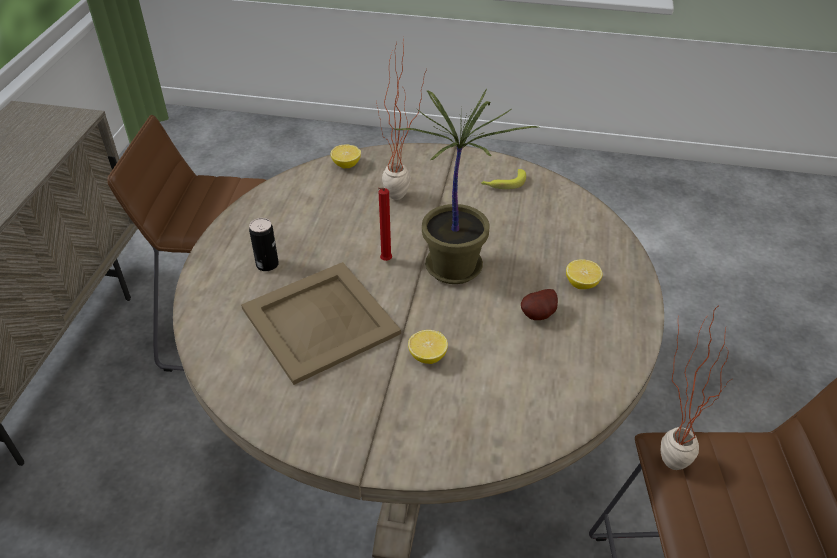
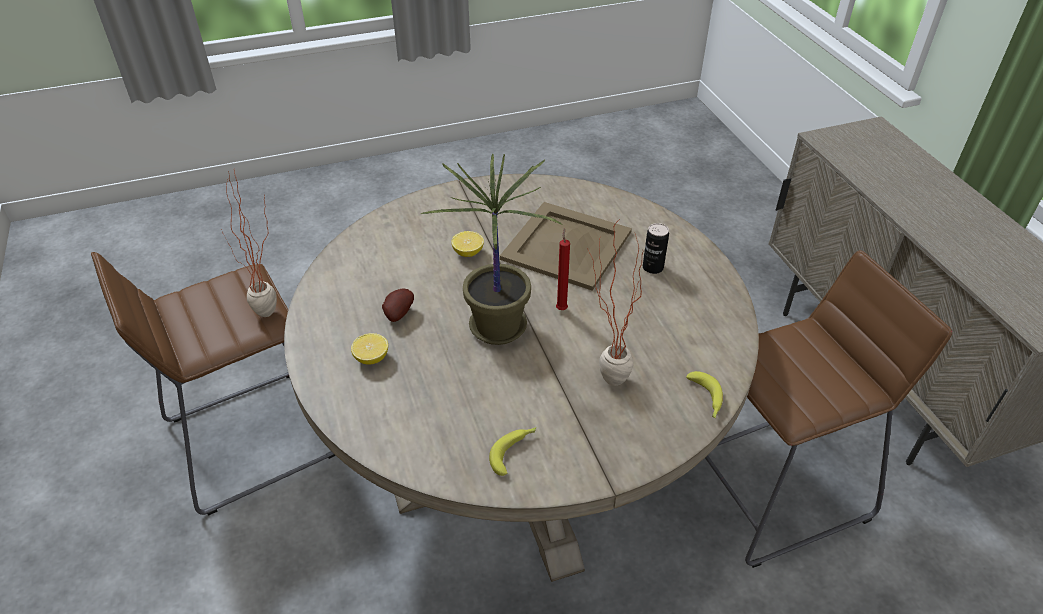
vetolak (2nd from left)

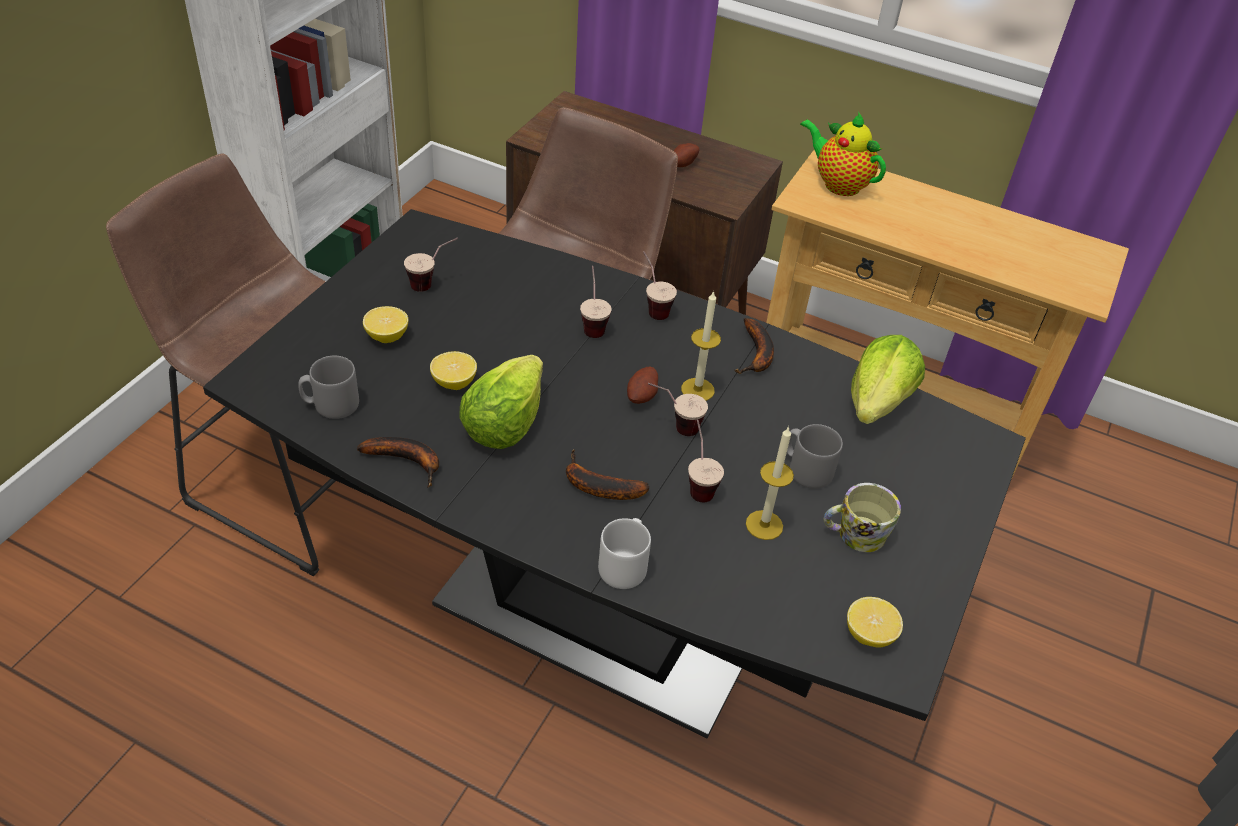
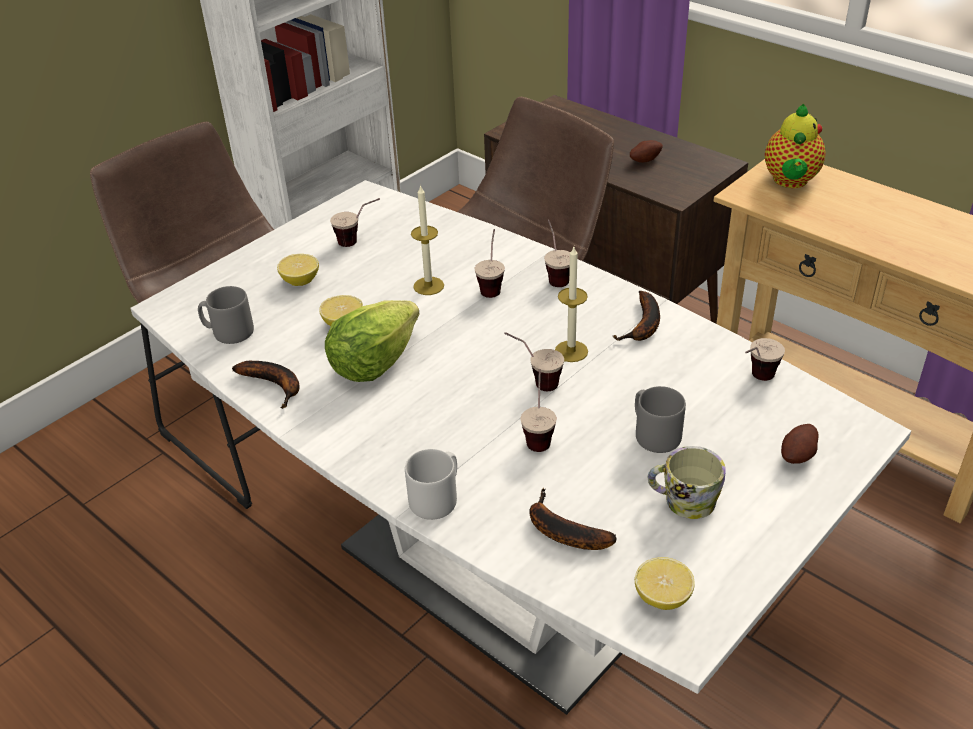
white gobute
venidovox (1st from left)
vetolak (2nd from left)
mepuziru (6th from left)
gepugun
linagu (2nd from left)

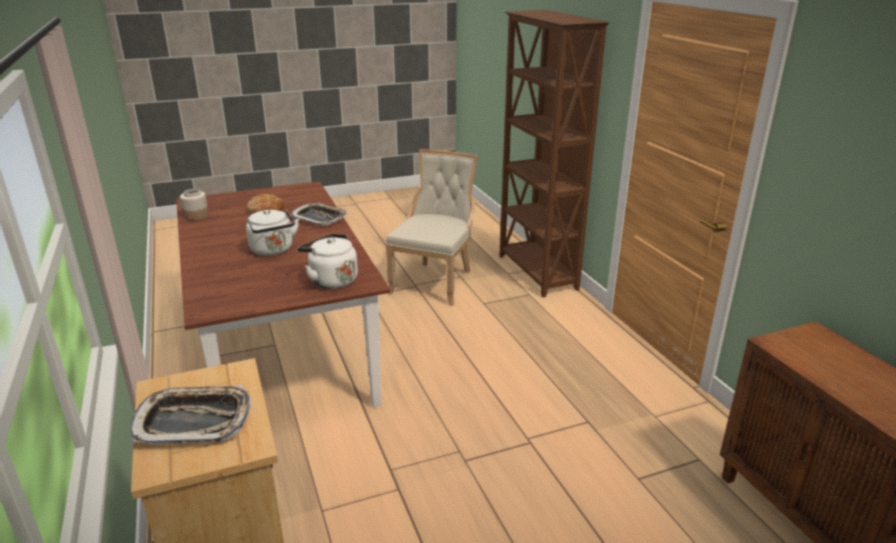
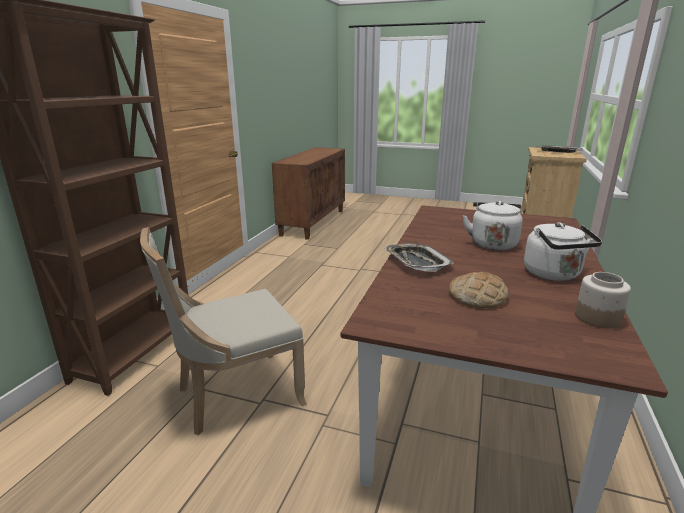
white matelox (2nd from left)

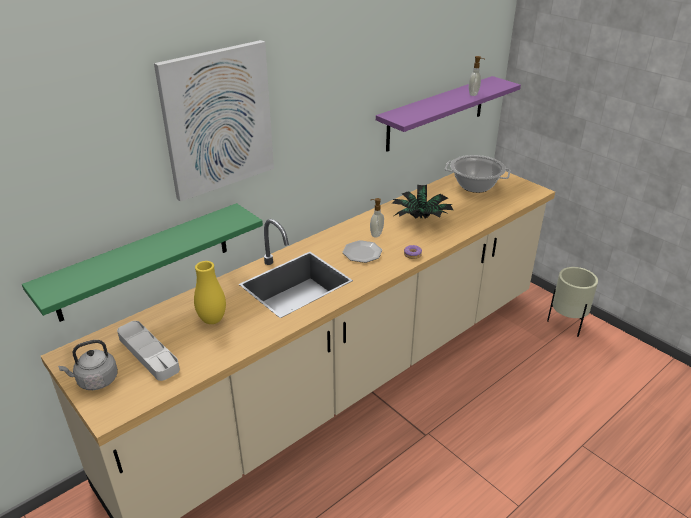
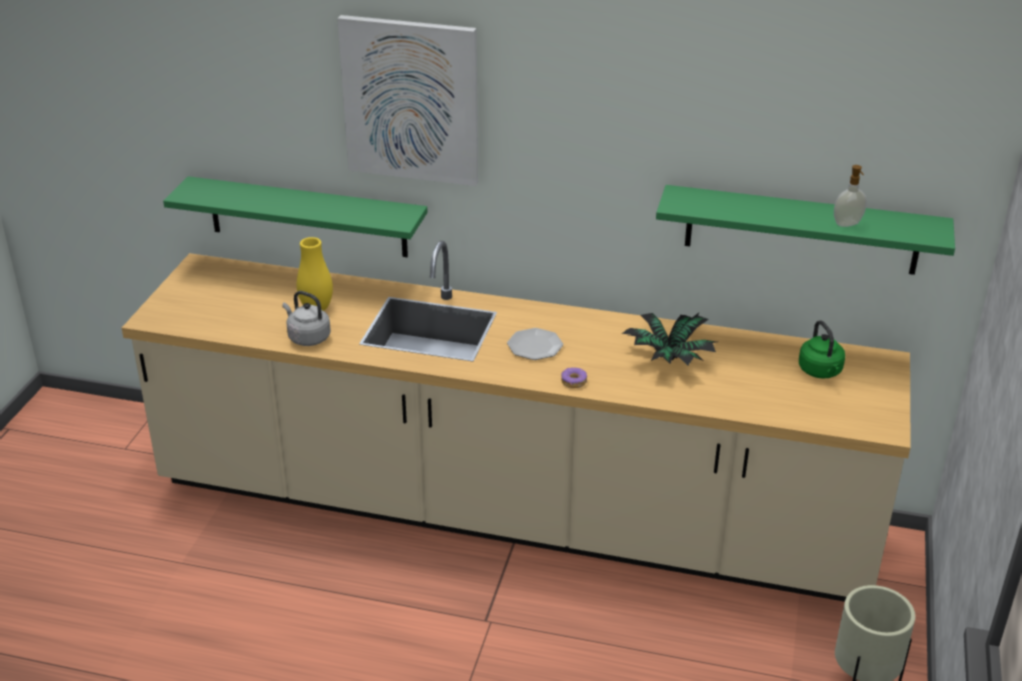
grey matelox
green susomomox (2nd from left)
green matelox
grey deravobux
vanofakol (1st from left in the first image)

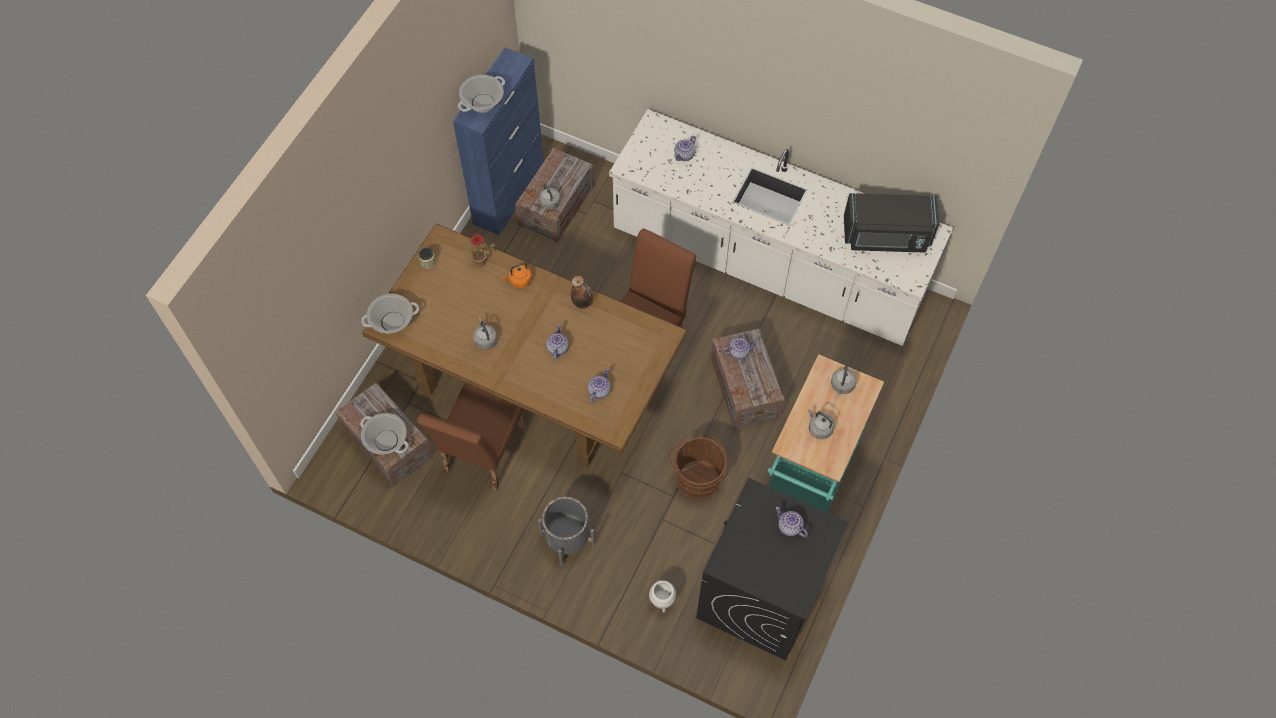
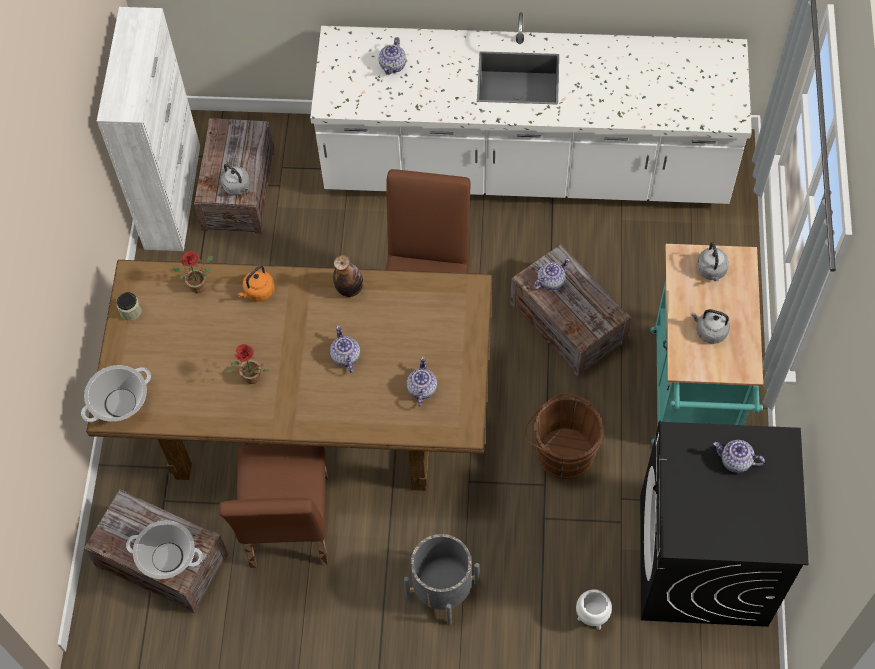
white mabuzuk
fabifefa (2nd from left)
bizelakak (3rd from left in the first image)
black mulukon

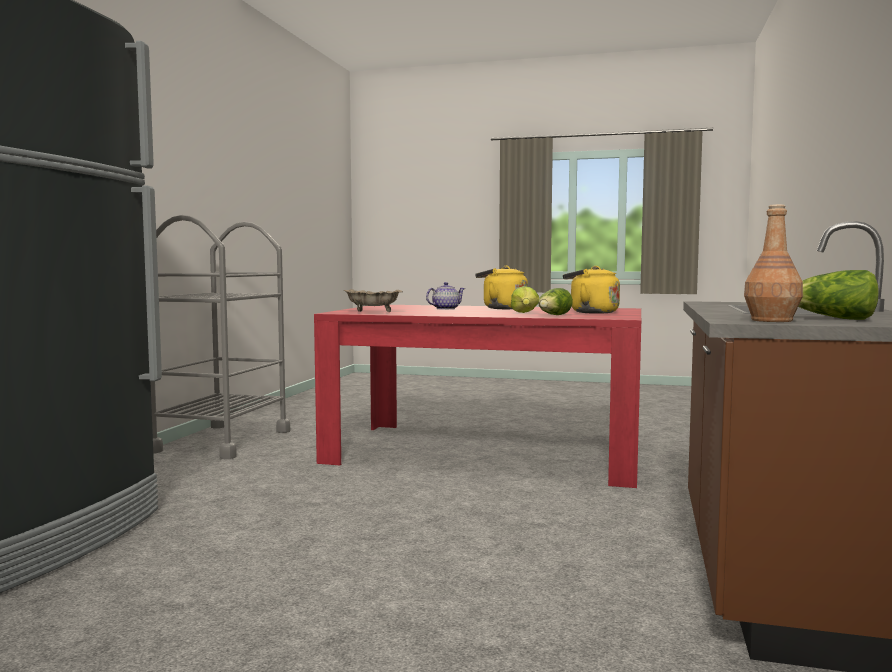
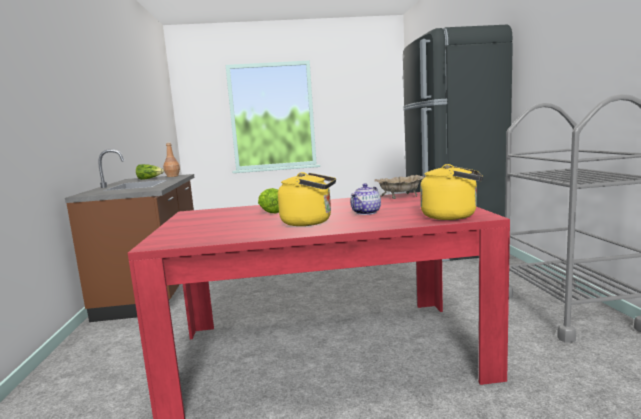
yellow matelox (2nd from left)
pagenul (2nd from left in the first image)

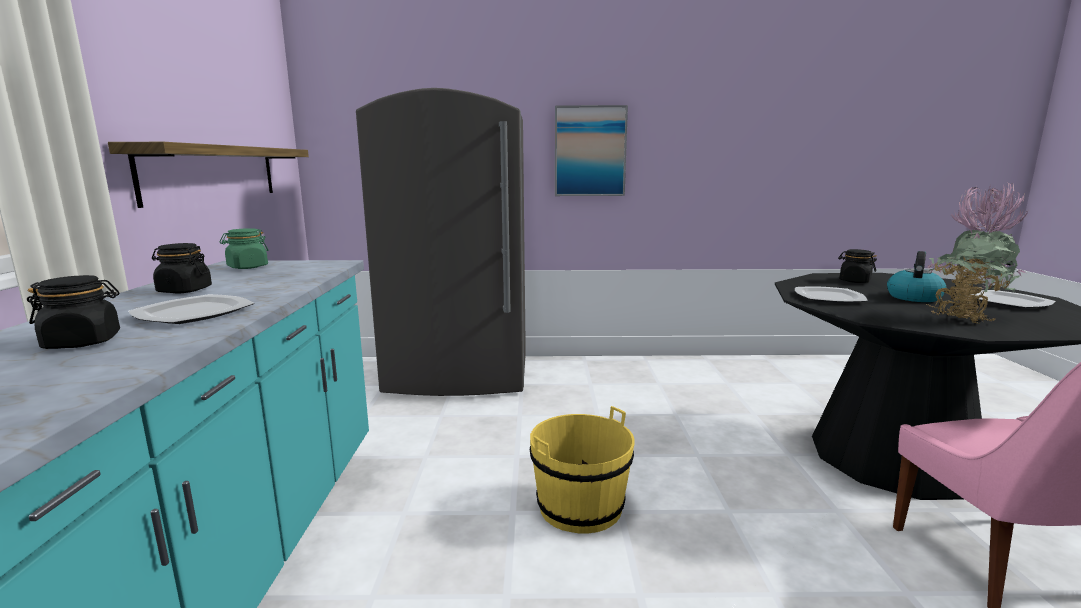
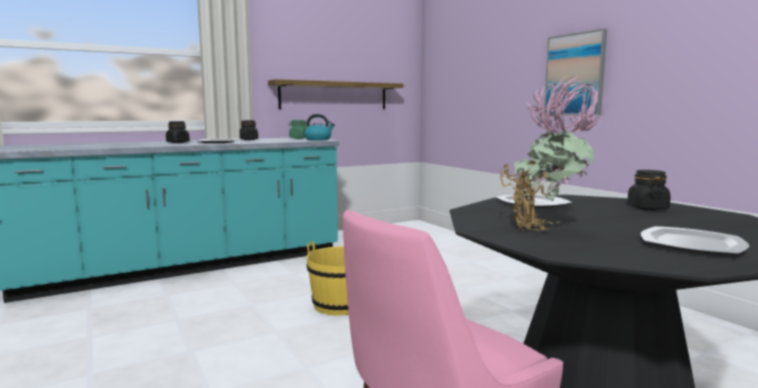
matelox
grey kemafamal

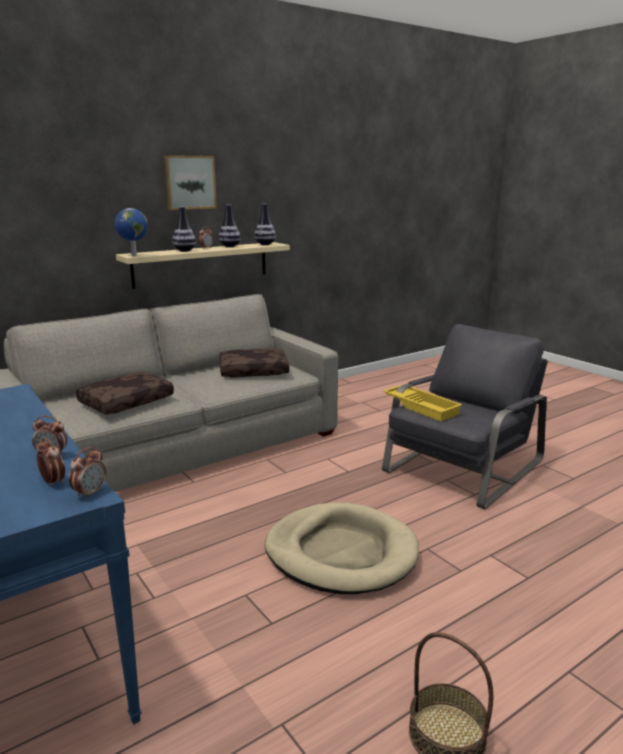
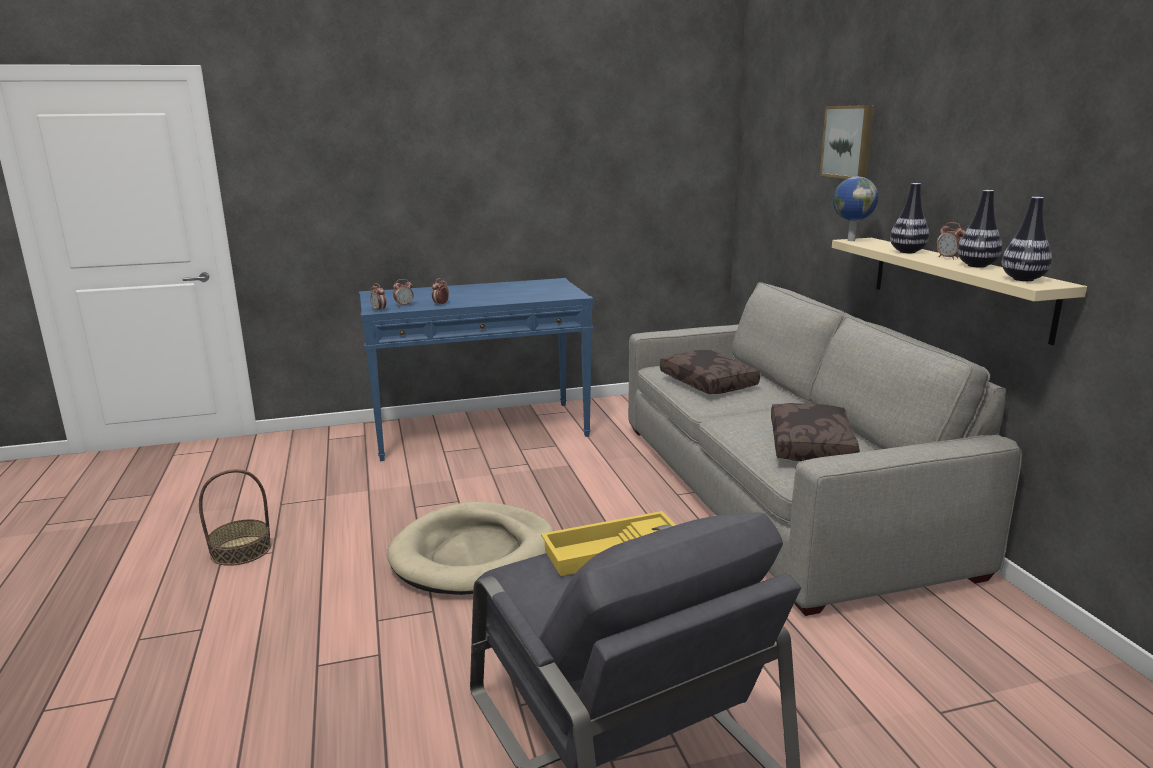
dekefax

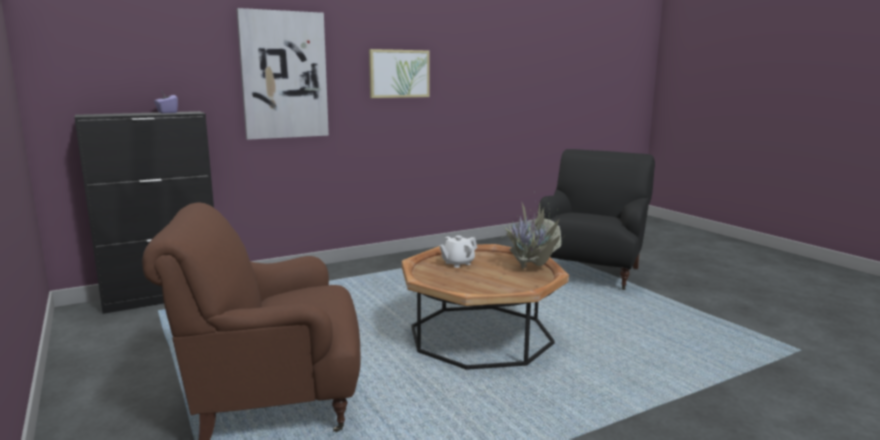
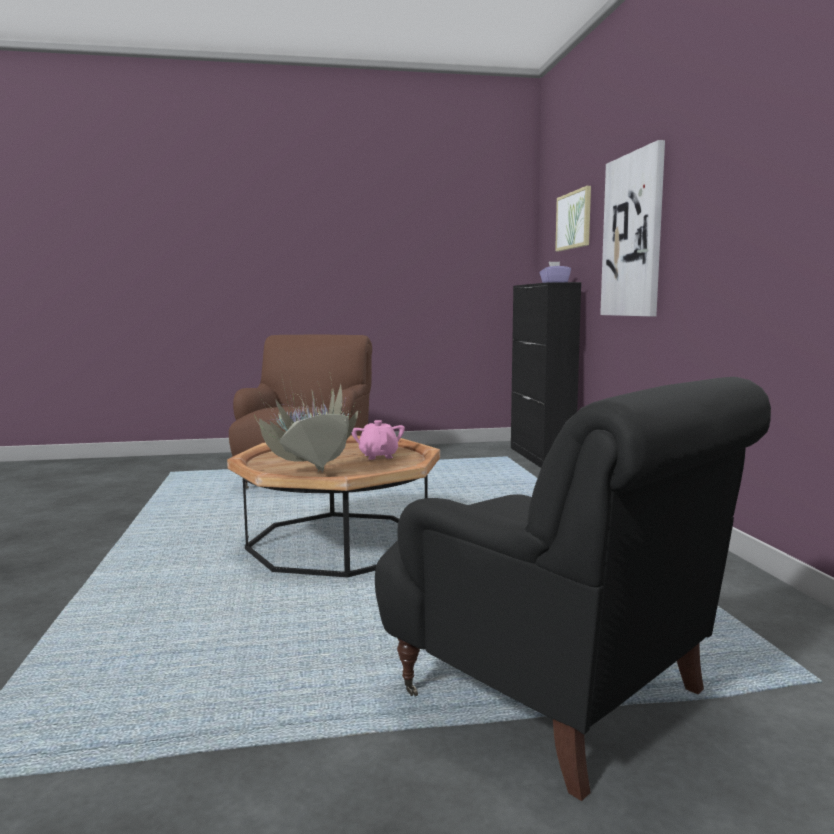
pink gepugun
dekefax (1st from left)

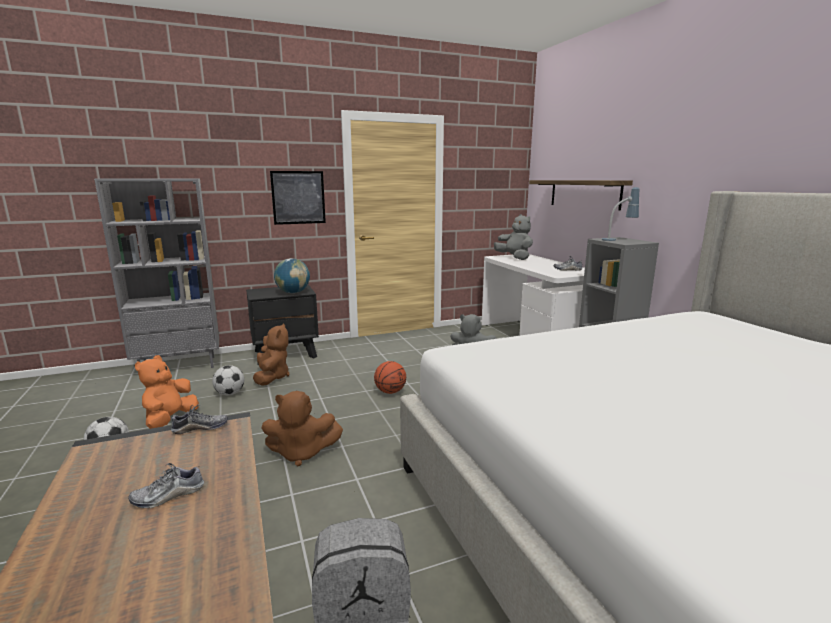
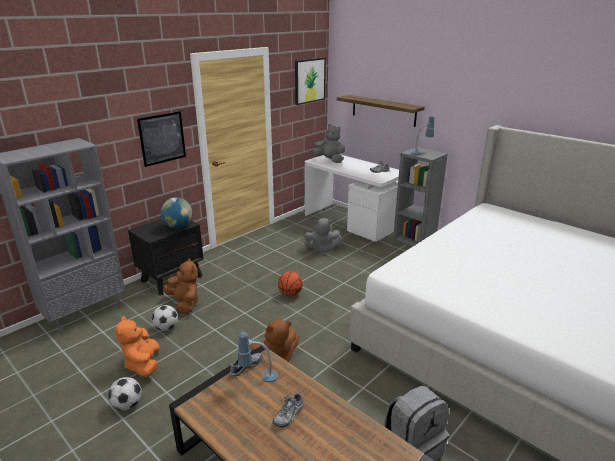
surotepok (1st from left)
dekefax (2nd from left)

